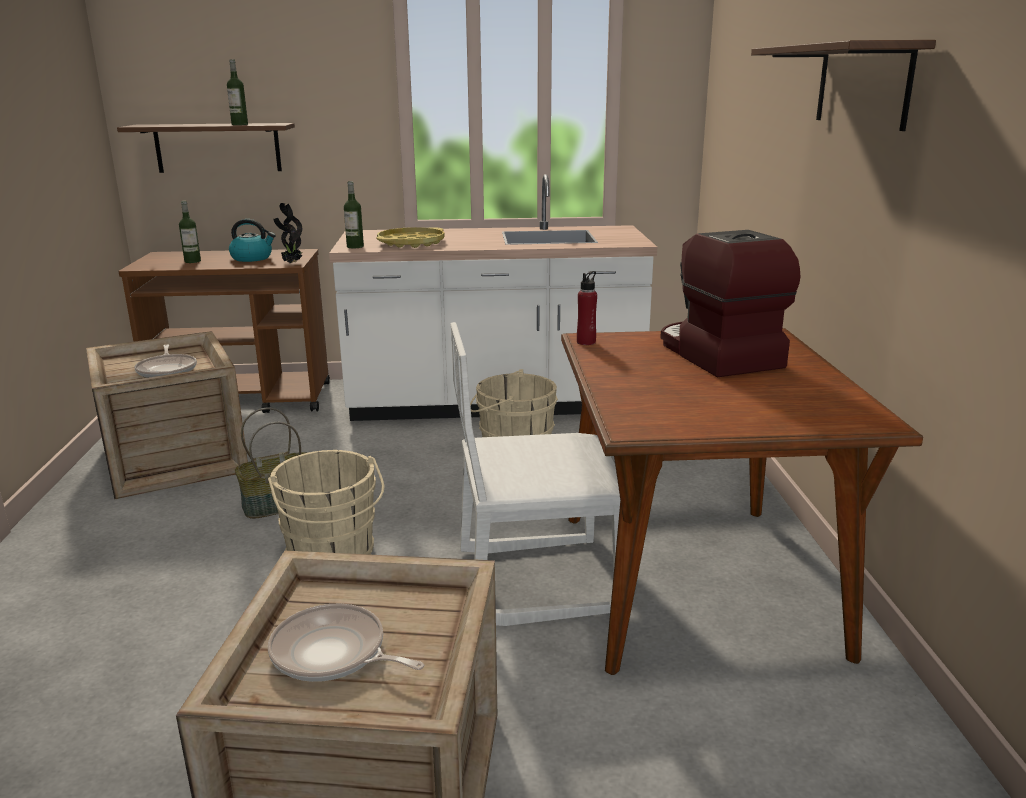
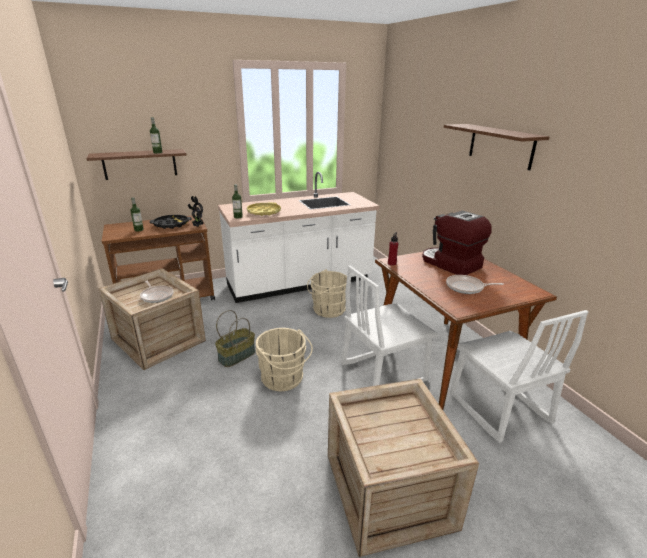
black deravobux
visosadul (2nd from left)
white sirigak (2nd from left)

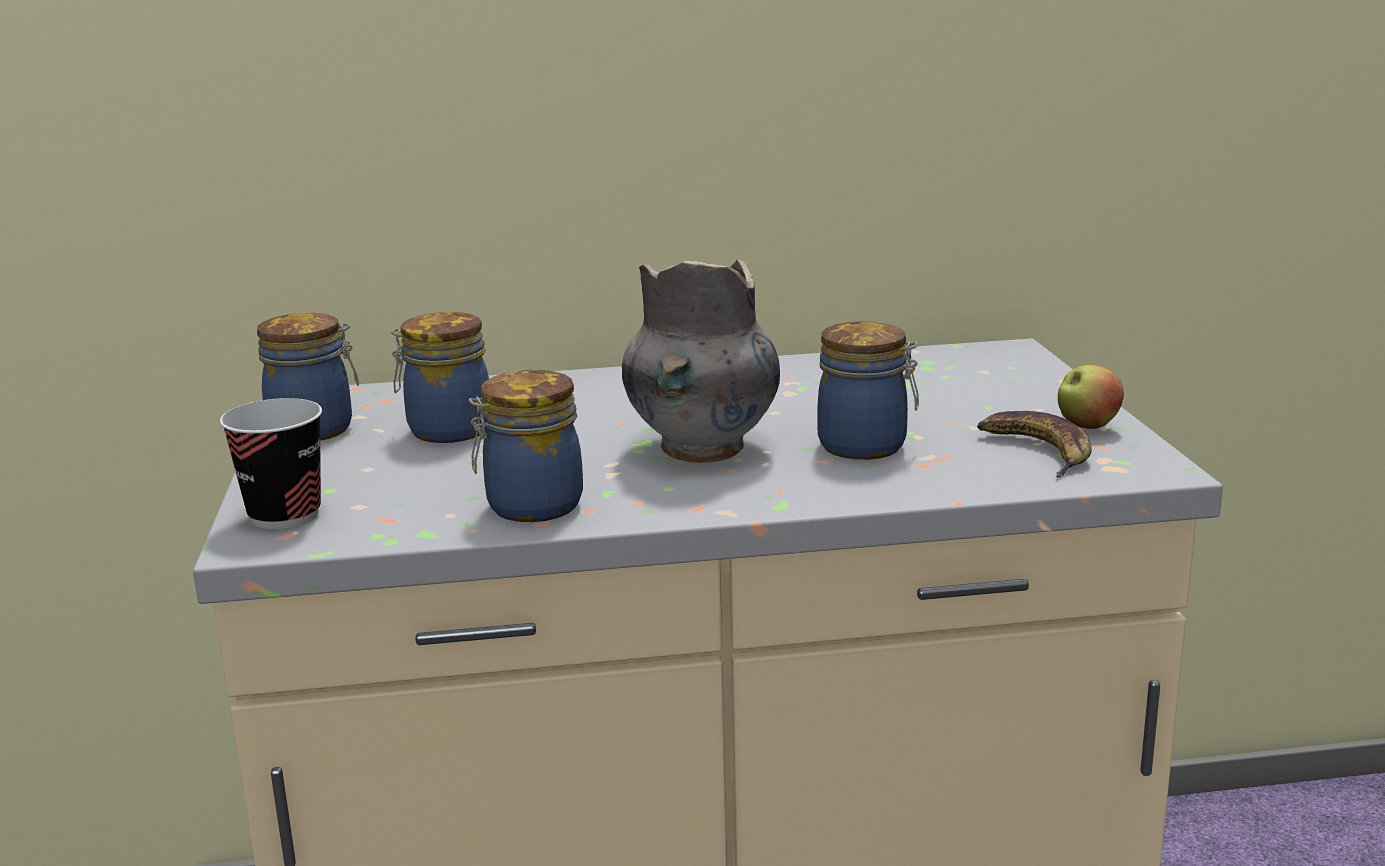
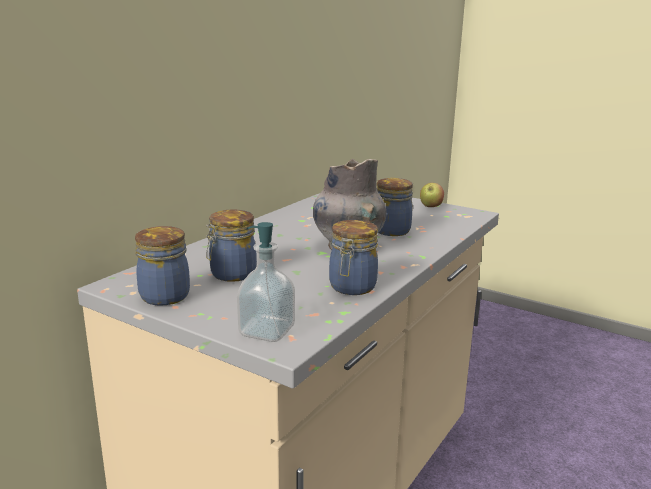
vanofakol
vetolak

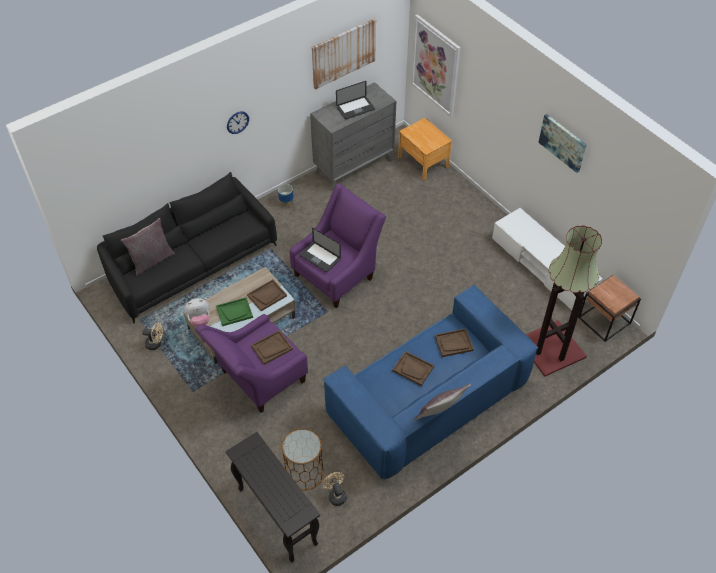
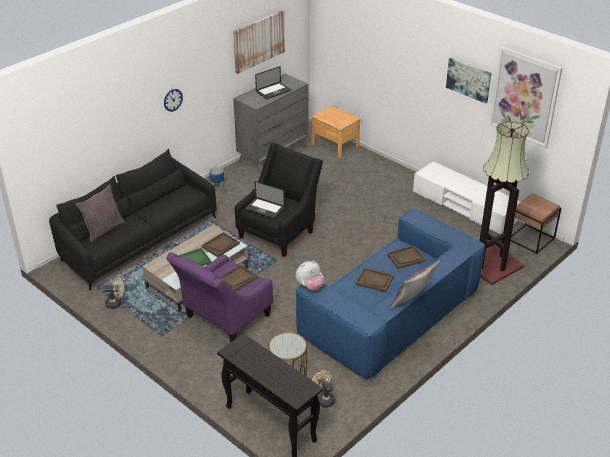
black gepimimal
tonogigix
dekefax (3rd from left)

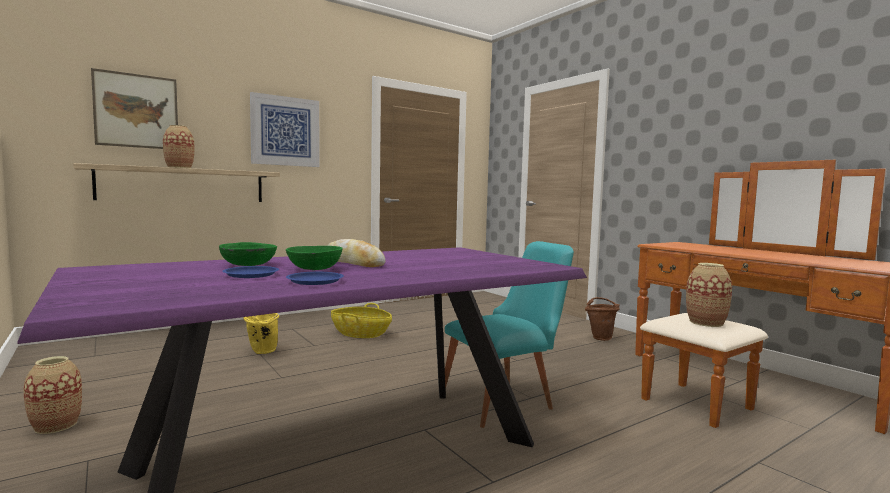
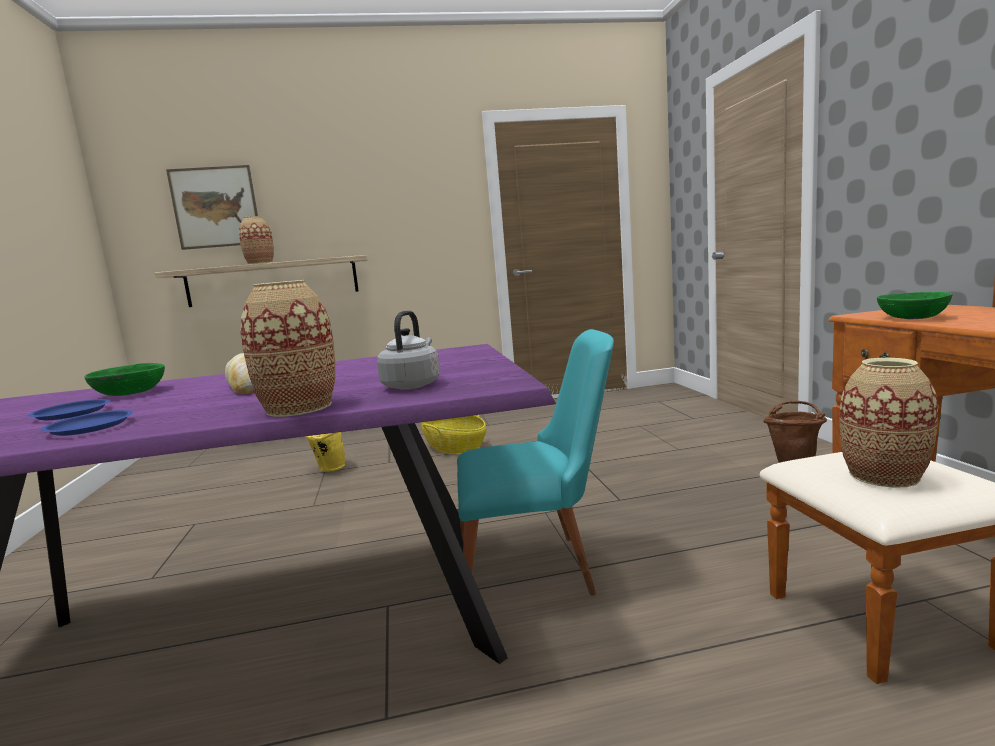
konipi (2nd from left)
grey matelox
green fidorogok (2nd from left)
dekefax (2nd from left in the first image)

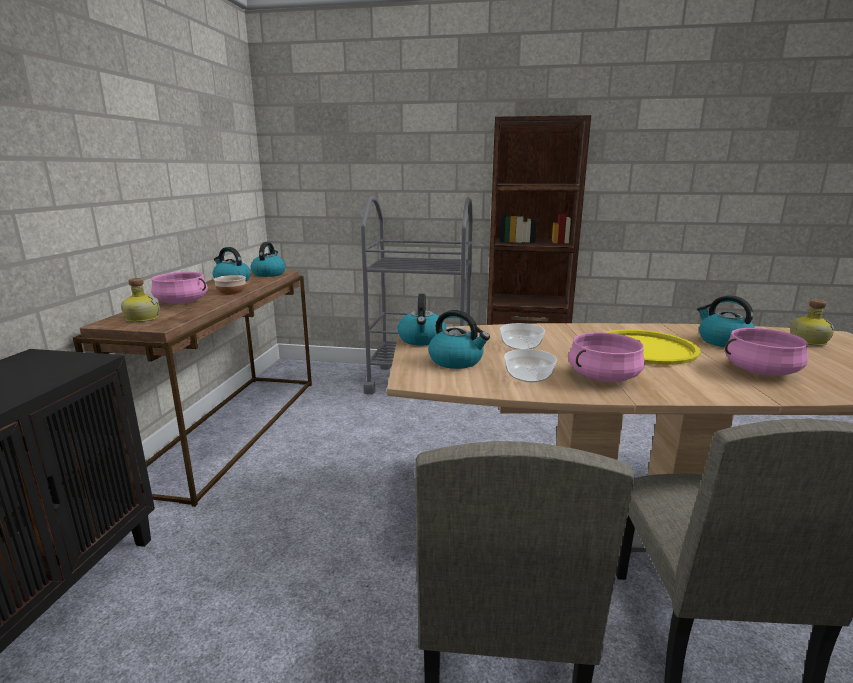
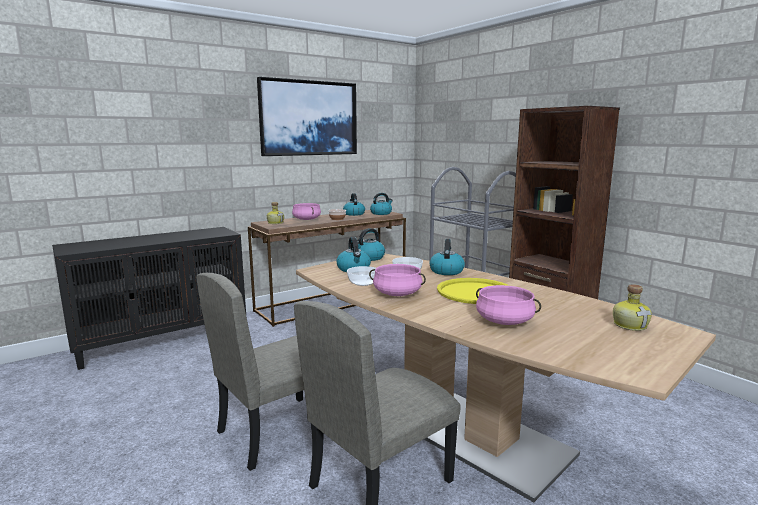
dekefax
matelox (5th from left)

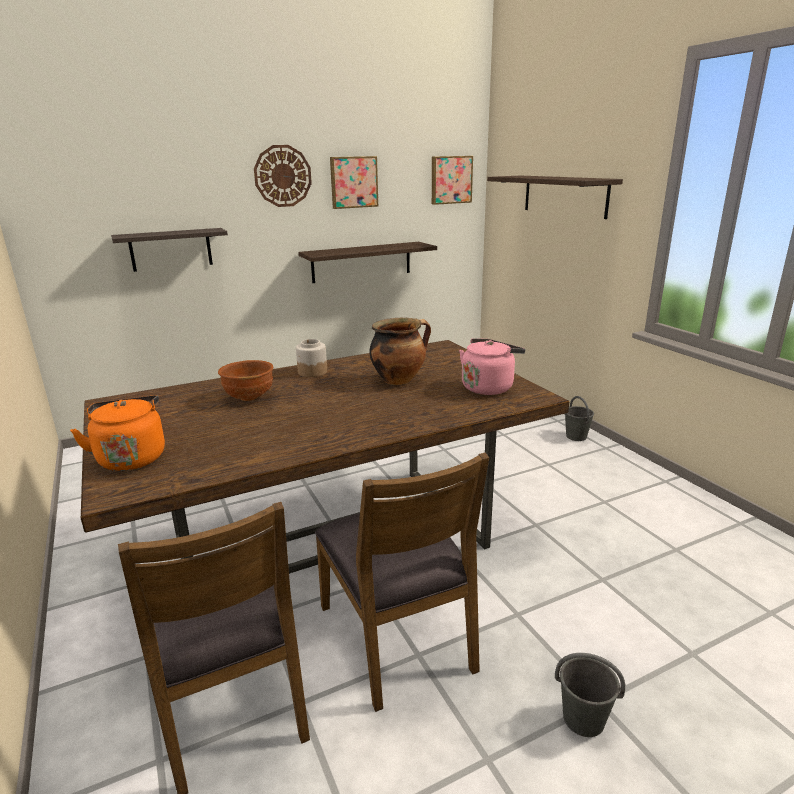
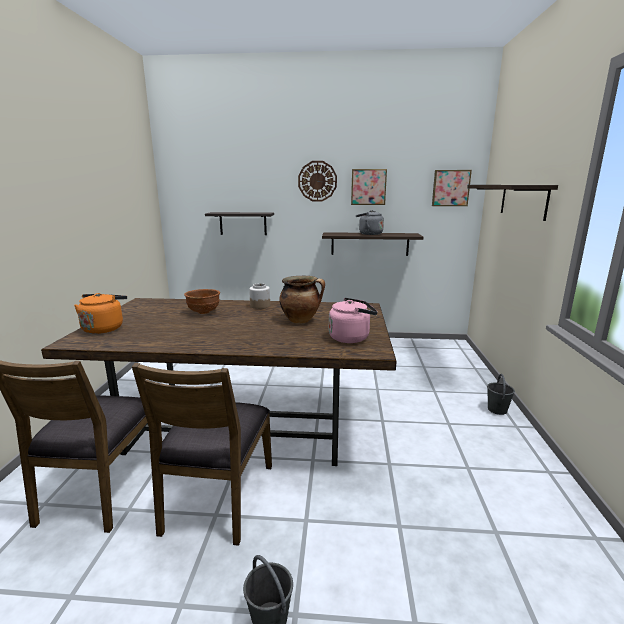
grey matelox

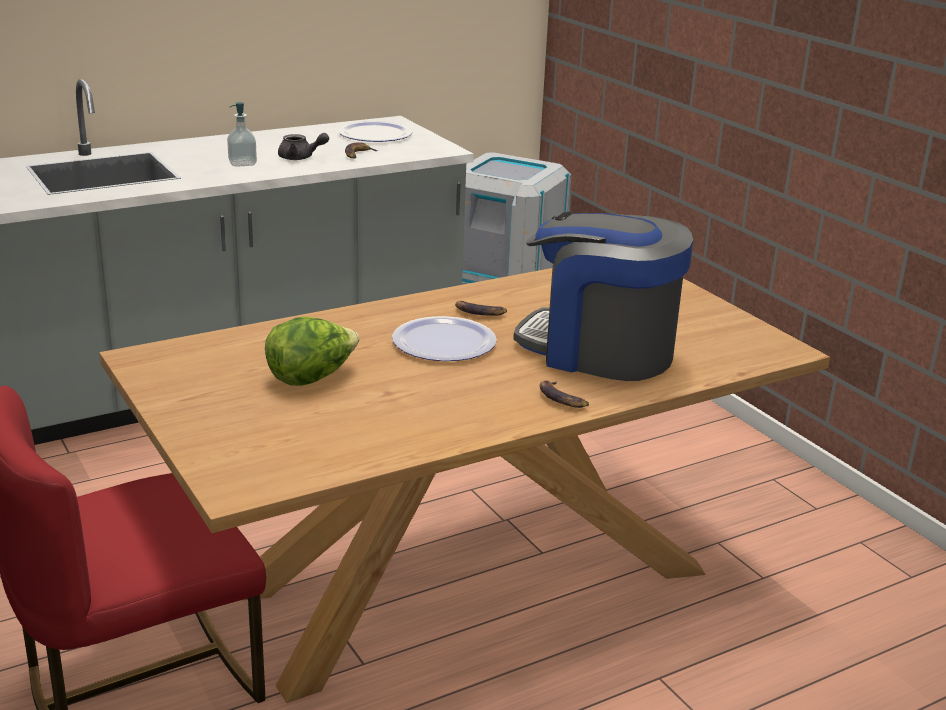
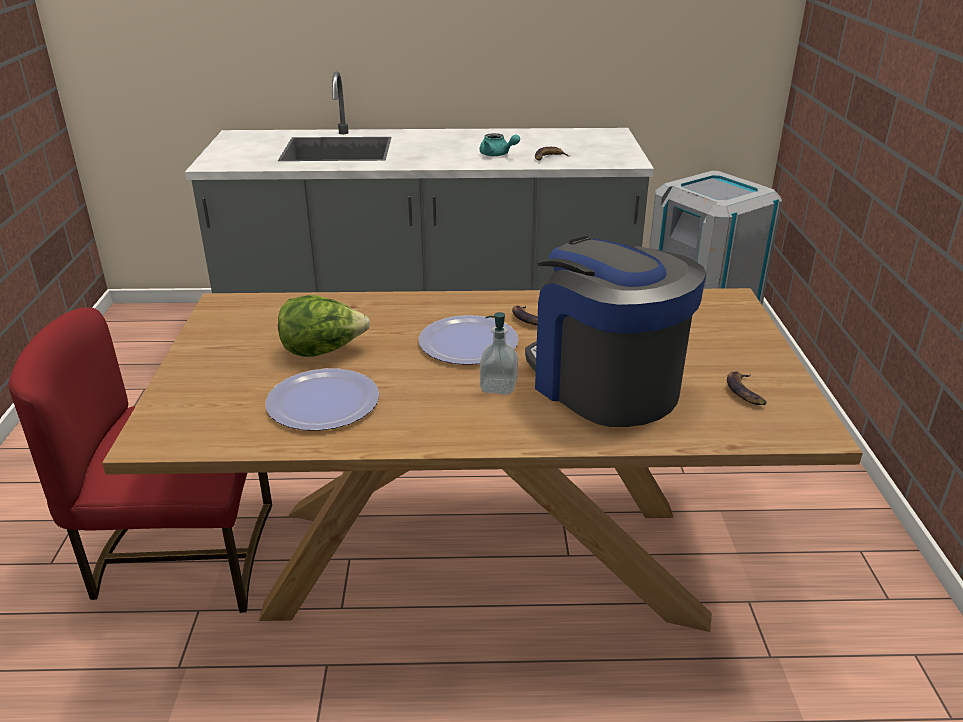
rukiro (1st from left)
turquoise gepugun
vanofakol
vetolak (3rd from left)

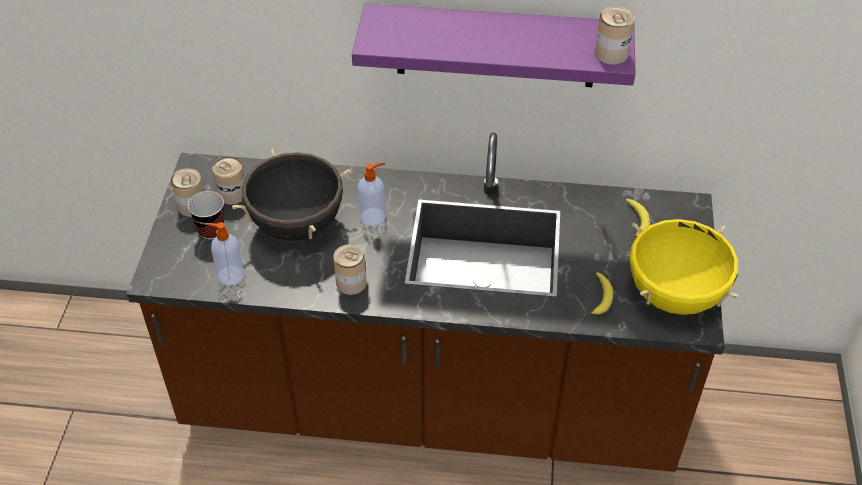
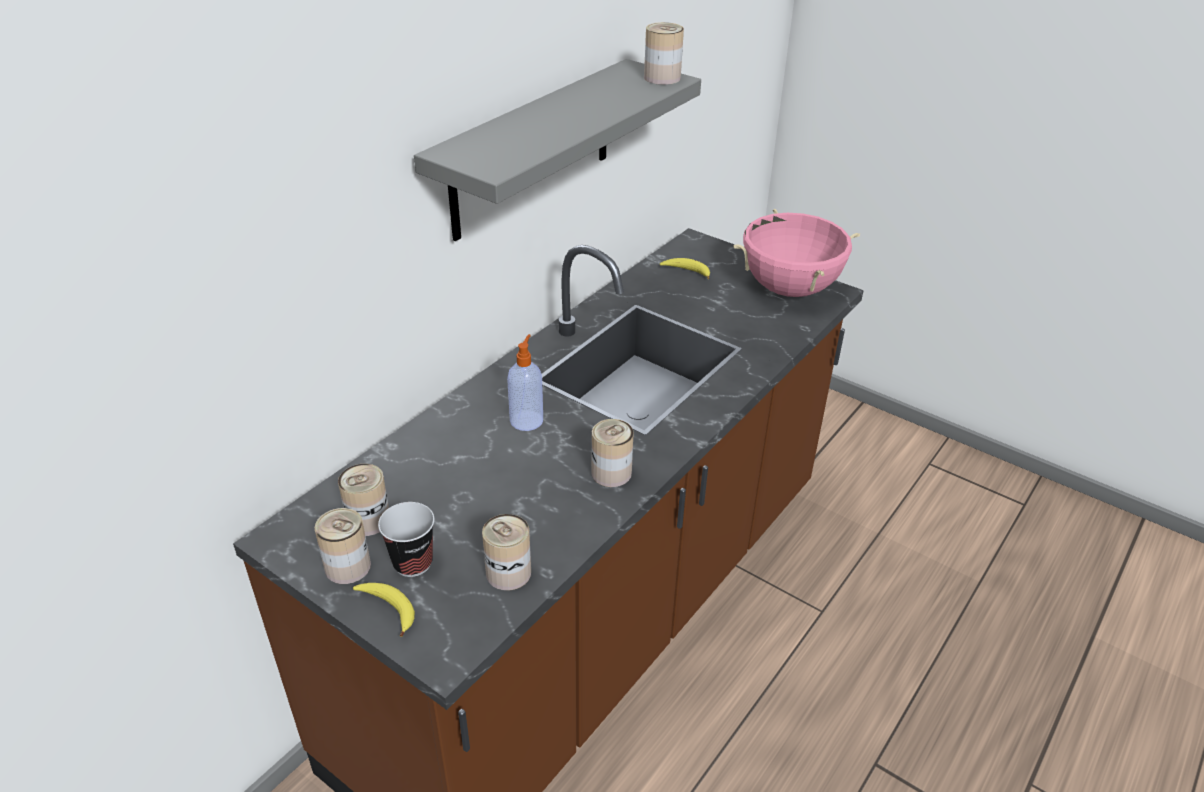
vetolak (1st from left)
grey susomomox
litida (3rd from left)
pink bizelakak
black bizelakak

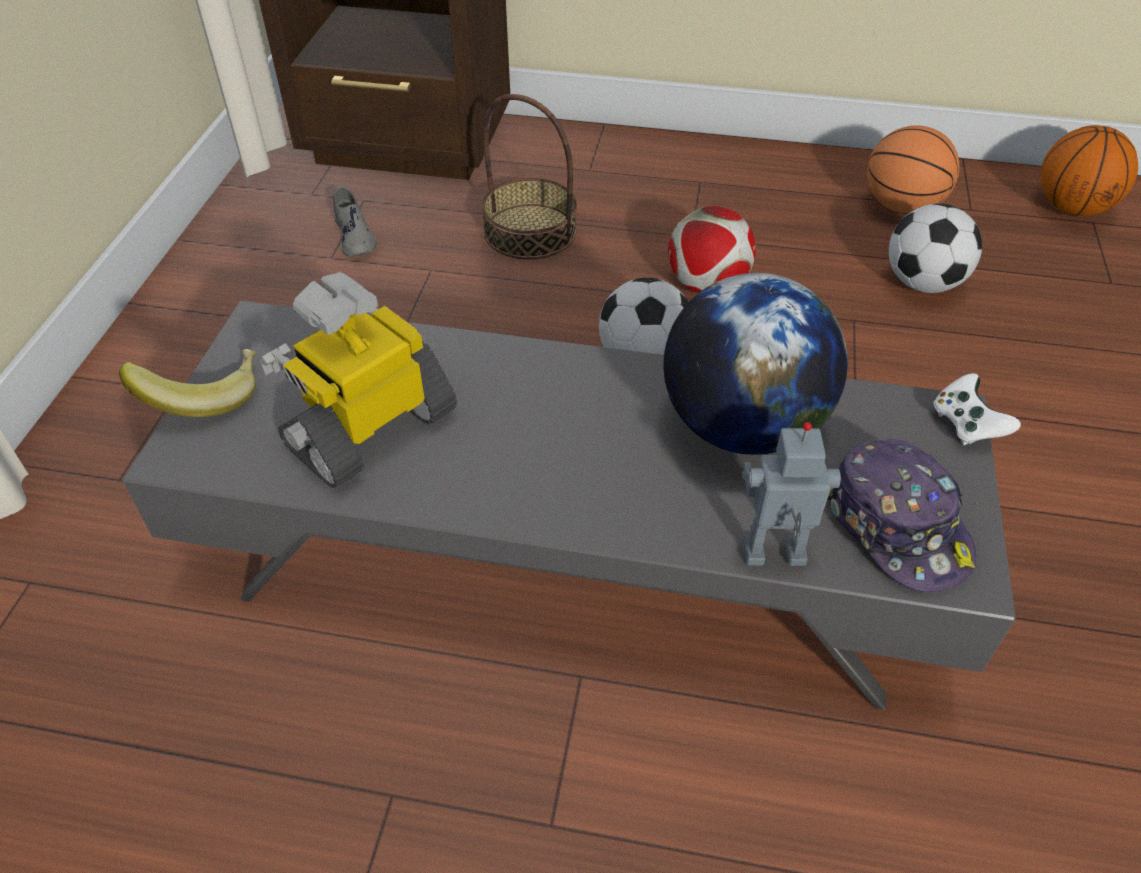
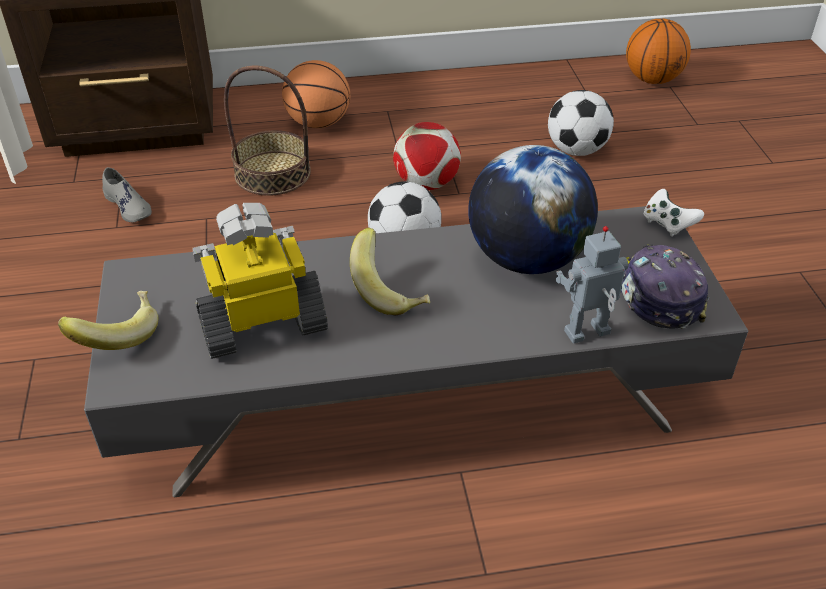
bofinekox (1st from left)
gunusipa (1st from left)
vetolak (2nd from left)
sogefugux

